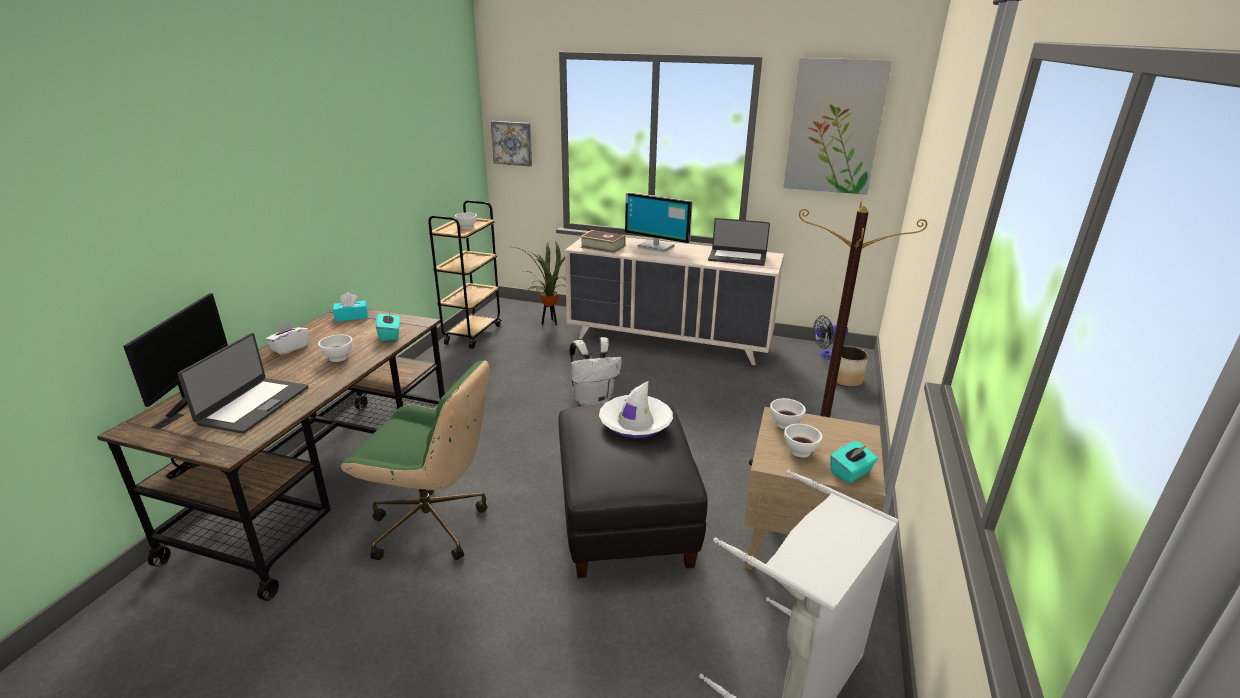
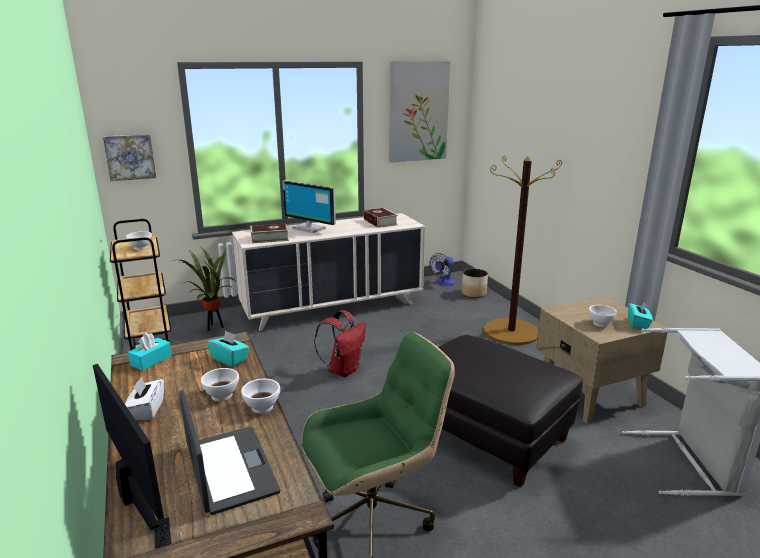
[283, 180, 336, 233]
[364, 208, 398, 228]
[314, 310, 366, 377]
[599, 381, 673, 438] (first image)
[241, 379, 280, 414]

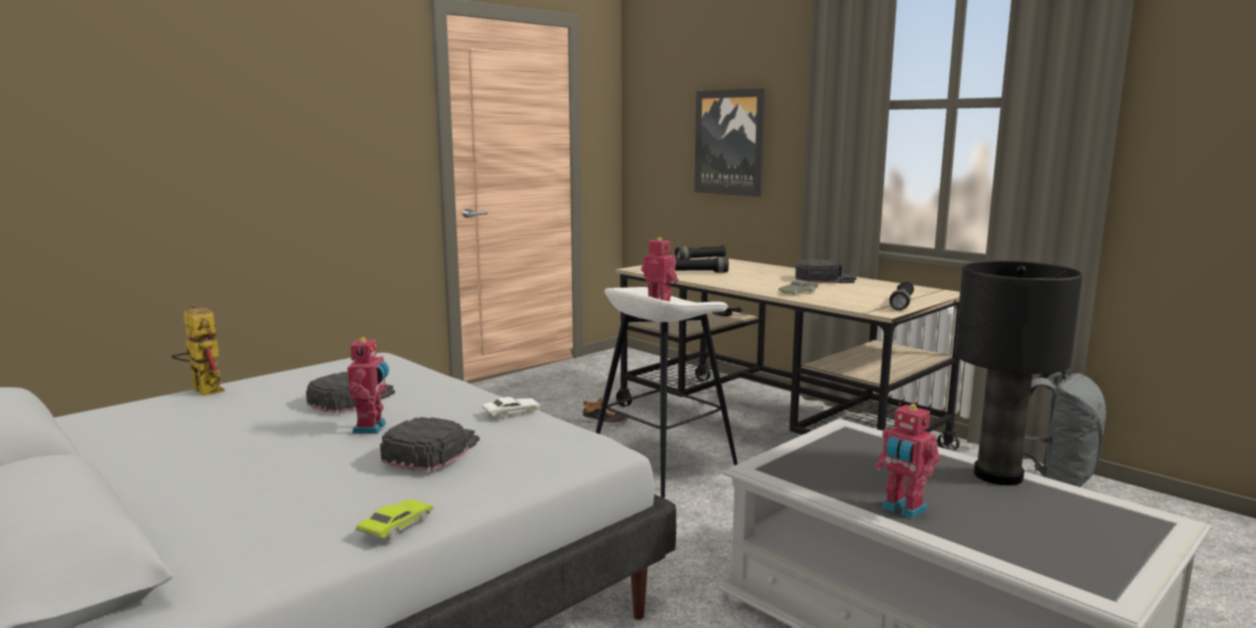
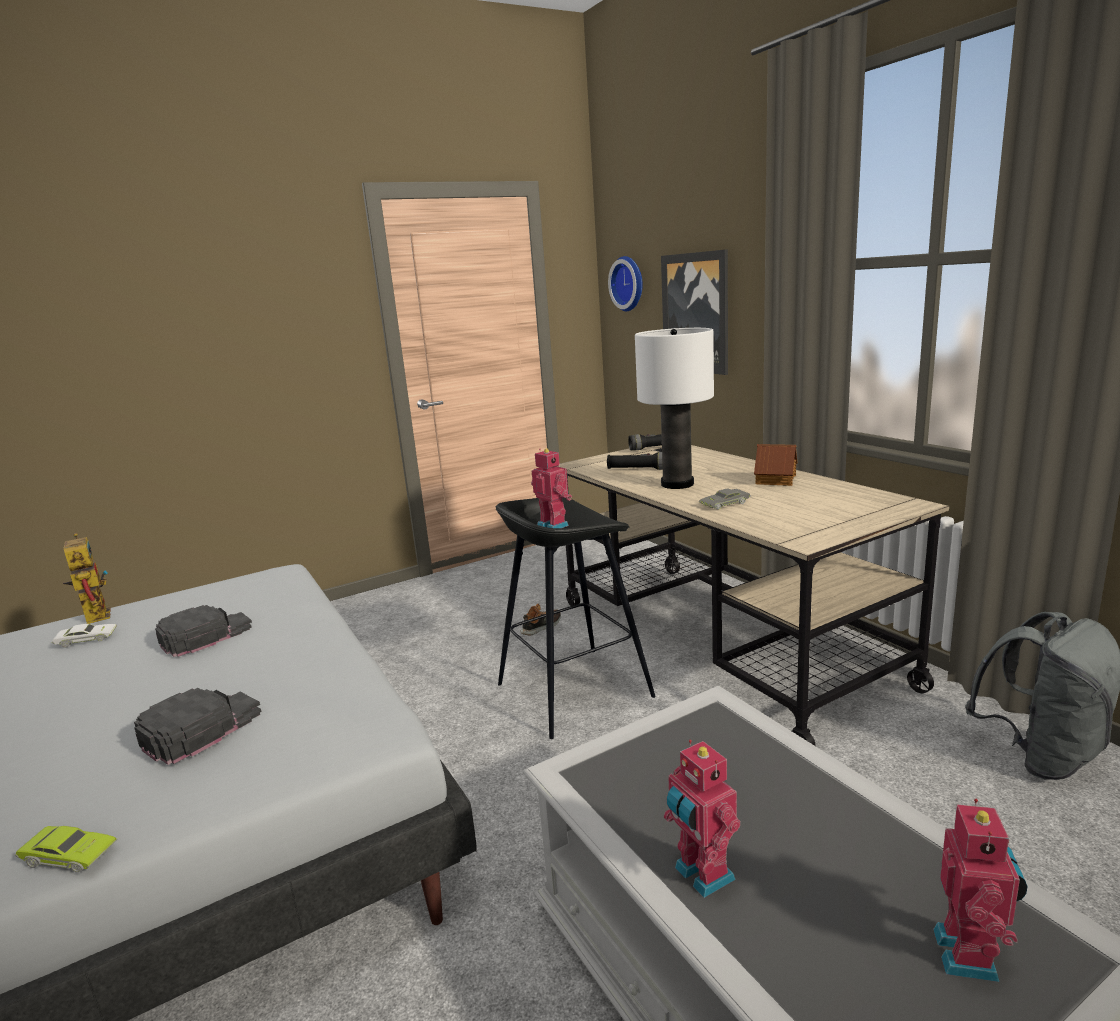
[754, 444, 797, 486]
[954, 261, 1083, 485] (first image)
[889, 282, 914, 310] (first image)
[495, 498, 656, 739]
[933, 799, 1028, 982]
[52, 624, 117, 648]
[520, 604, 561, 635]
[15, 826, 118, 873]
[608, 256, 643, 311]
[635, 328, 714, 489]

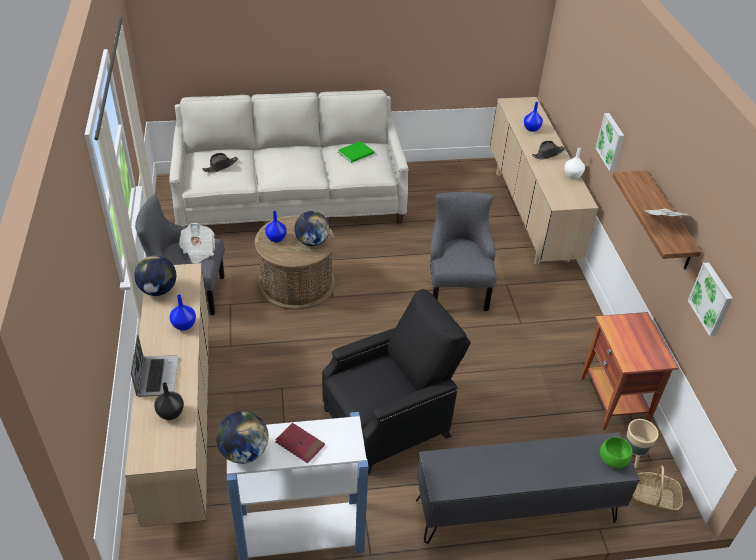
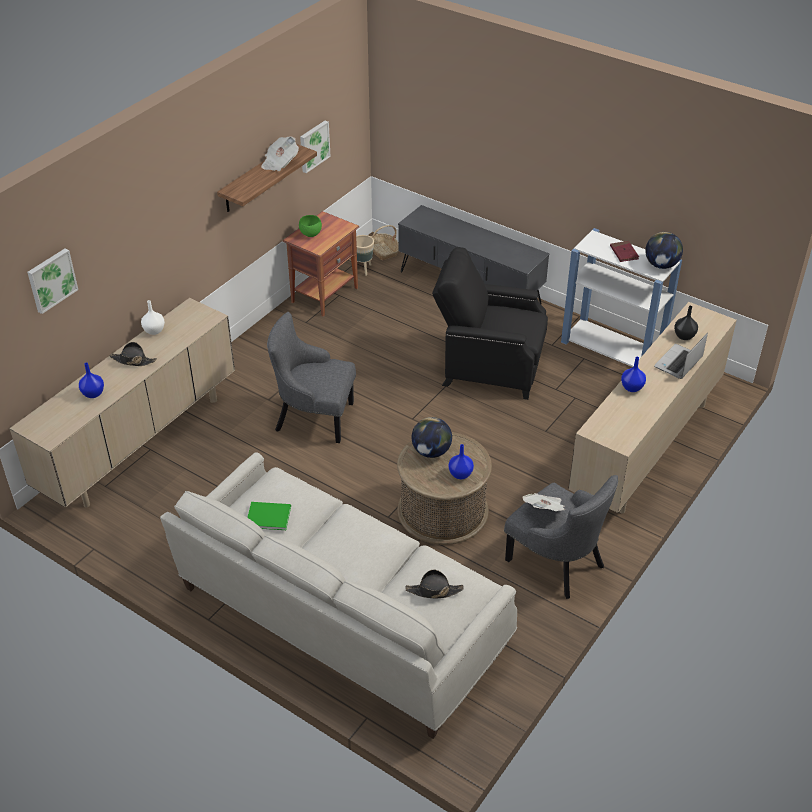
[27, 248, 78, 314]
[267, 312, 356, 443]
[134, 255, 176, 296] (first image)
[299, 215, 322, 237]

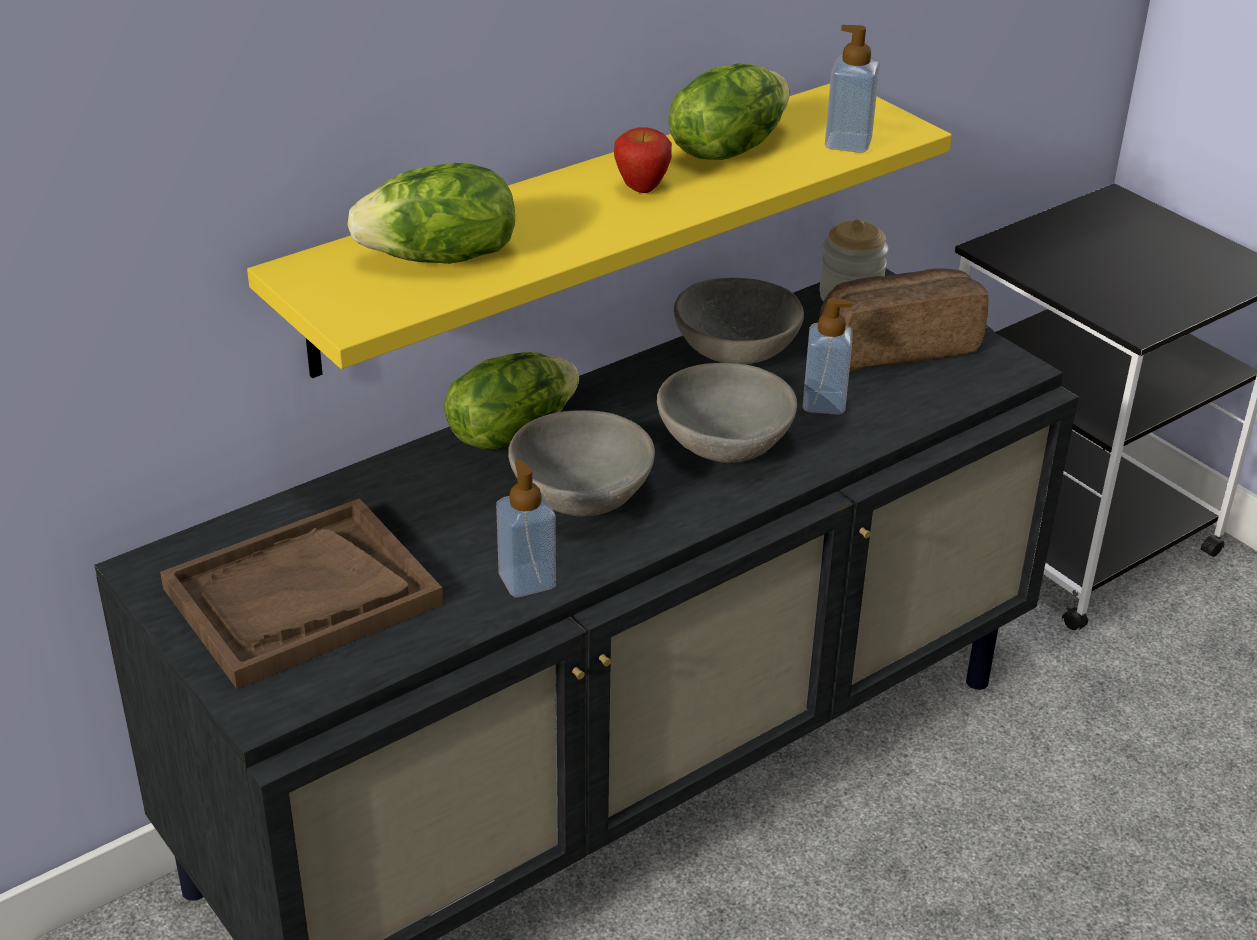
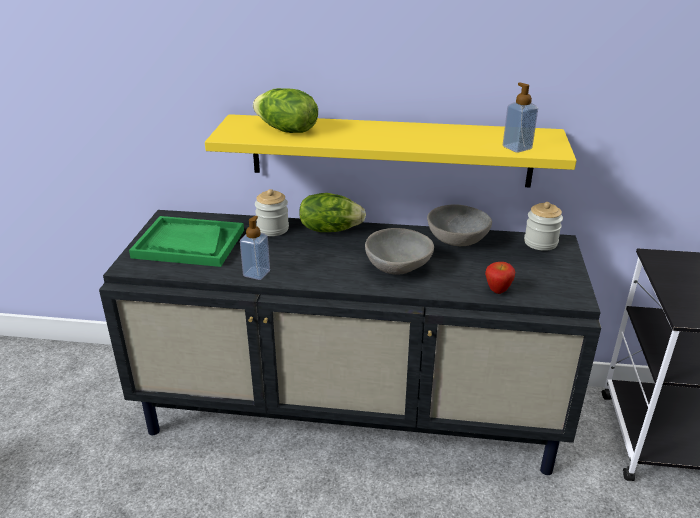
[668, 63, 790, 160] (first image)
[485, 262, 515, 294]
[819, 268, 988, 371] (first image)
[803, 298, 853, 415] (first image)
[508, 410, 655, 517] (first image)
[129, 216, 244, 267]
[255, 189, 289, 236]

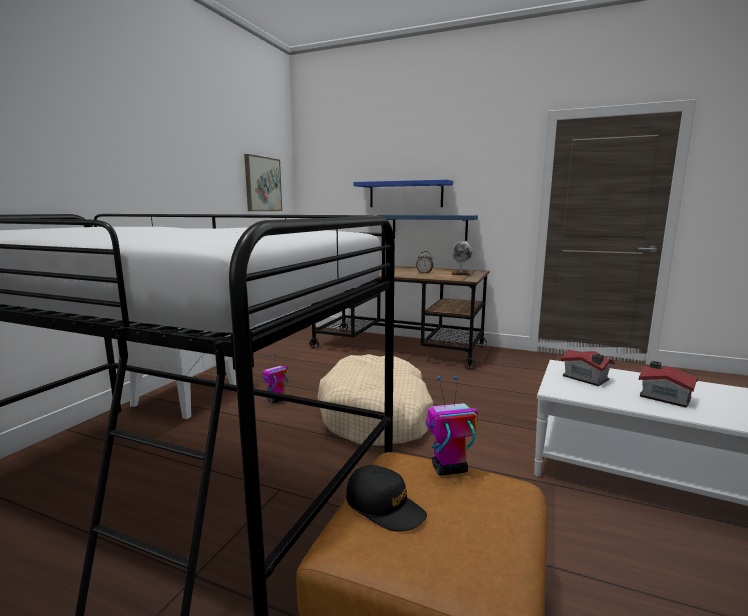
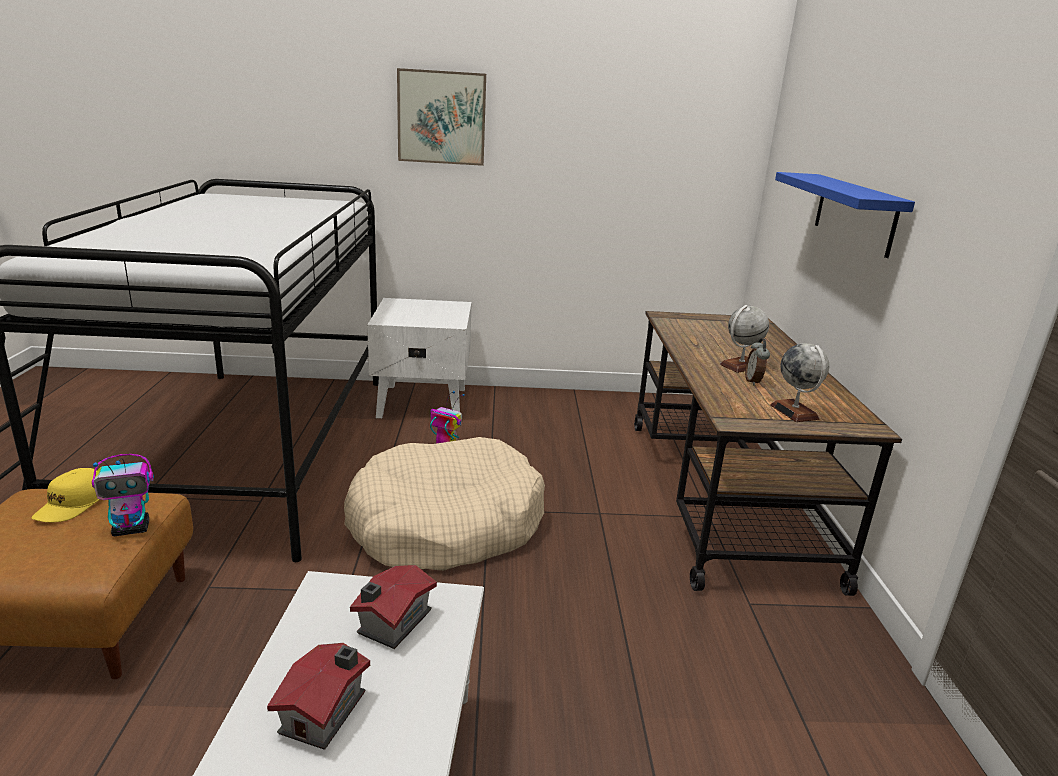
[397, 68, 486, 166]
[377, 215, 478, 241] (first image)
[92, 454, 154, 536]
[32, 468, 100, 522]
[720, 305, 769, 373]

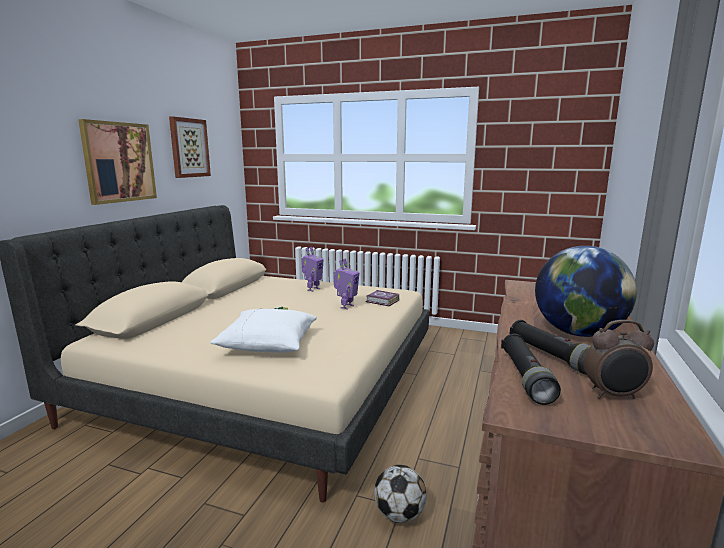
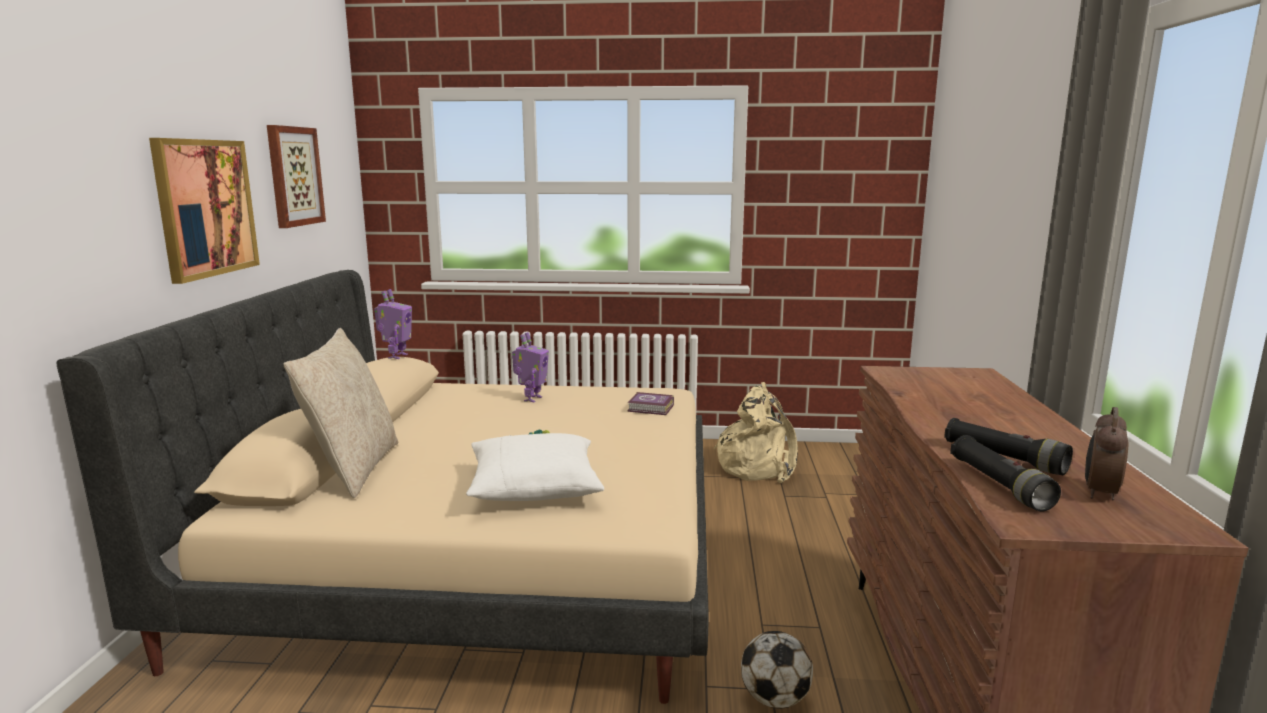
[535, 246, 637, 337] (first image)
[374, 289, 412, 359]
[1085, 407, 1128, 500]
[284, 328, 398, 498]
[714, 382, 798, 483]

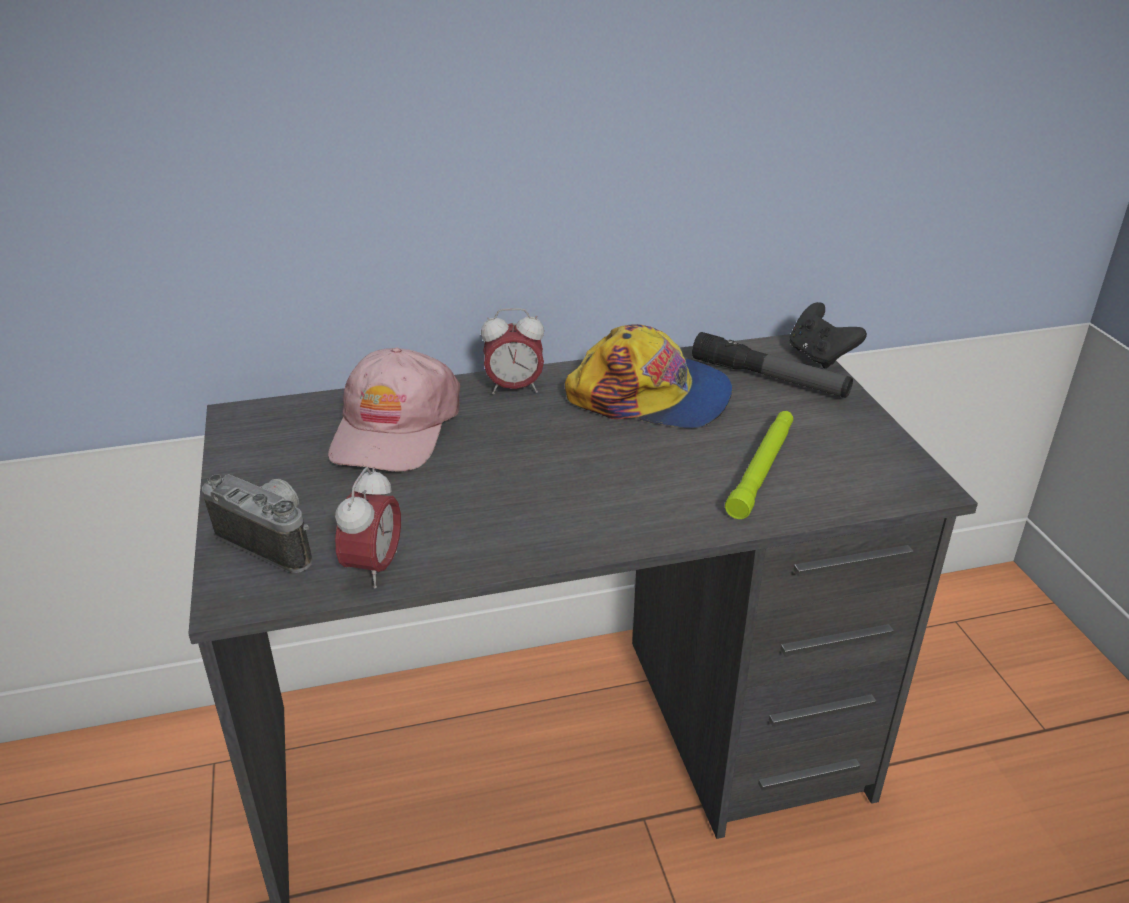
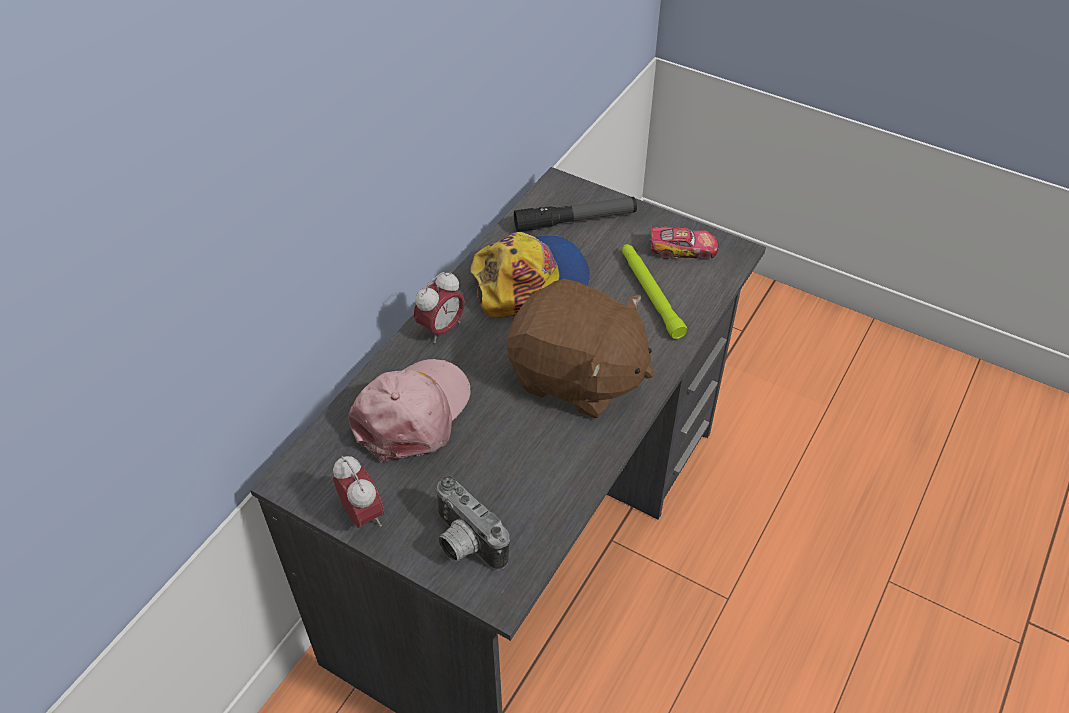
[790, 302, 867, 369] (first image)
[348, 359, 471, 462]
[333, 456, 384, 528]
[434, 476, 510, 571]
[651, 225, 719, 260]
[507, 279, 655, 418]

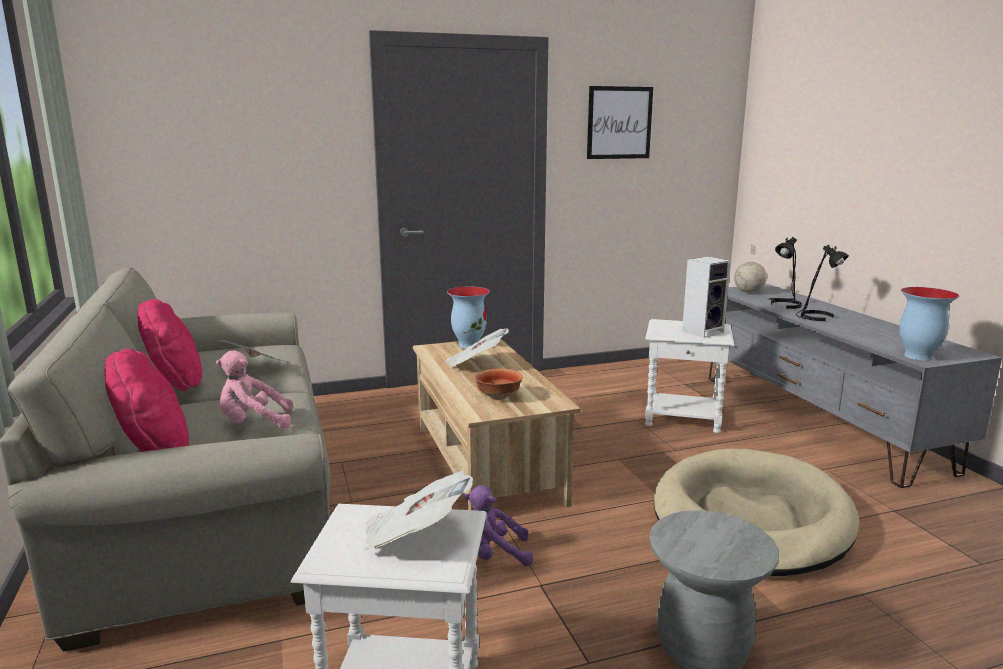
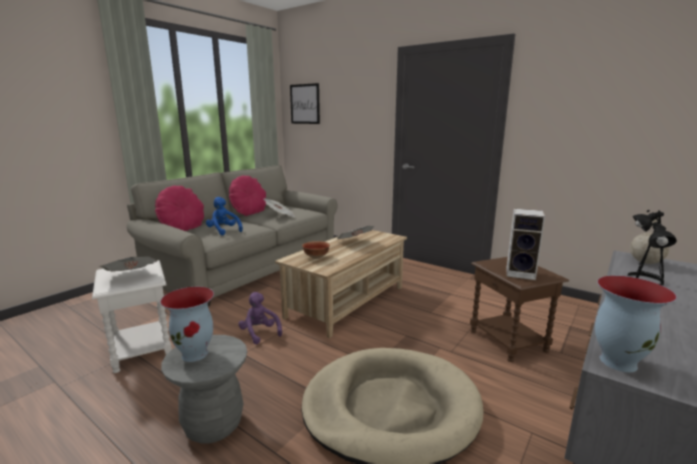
[290, 83, 320, 124]
[160, 287, 214, 362]
[470, 257, 569, 362]
[206, 197, 243, 235]

